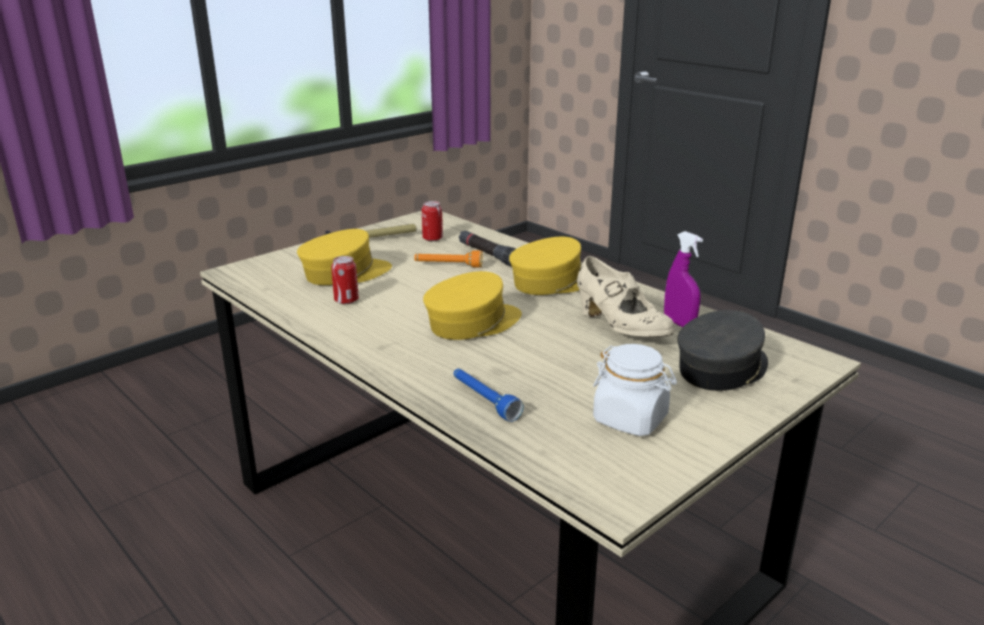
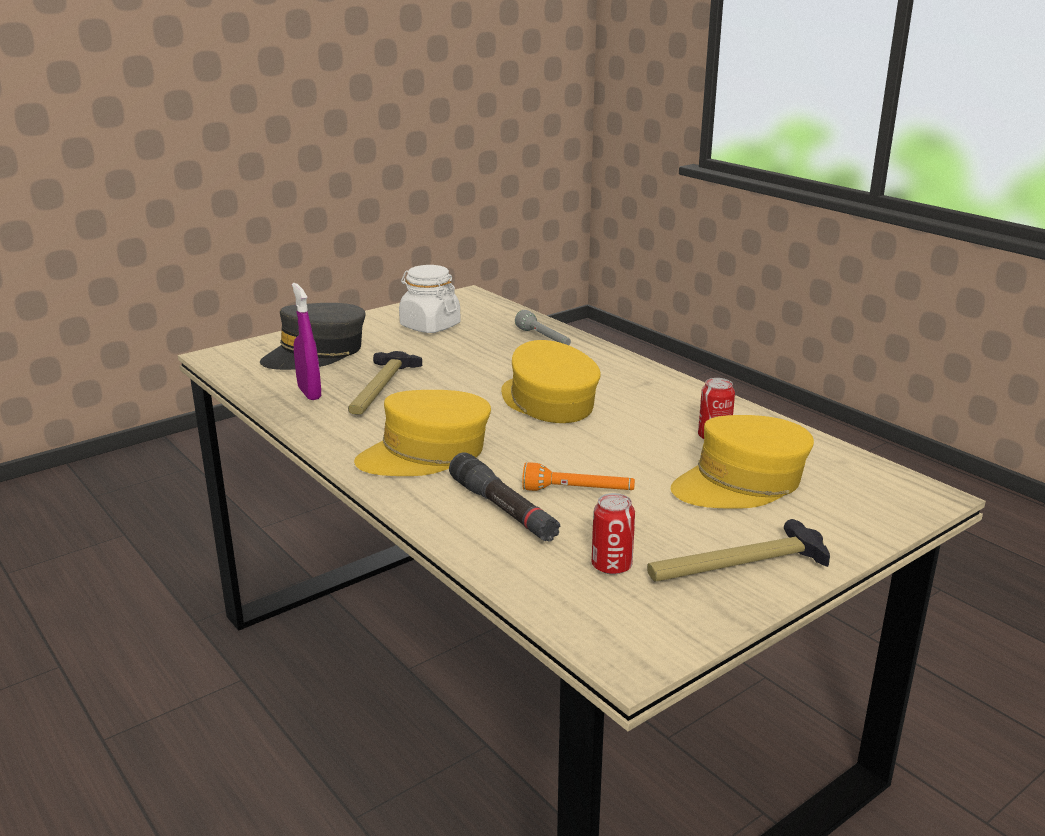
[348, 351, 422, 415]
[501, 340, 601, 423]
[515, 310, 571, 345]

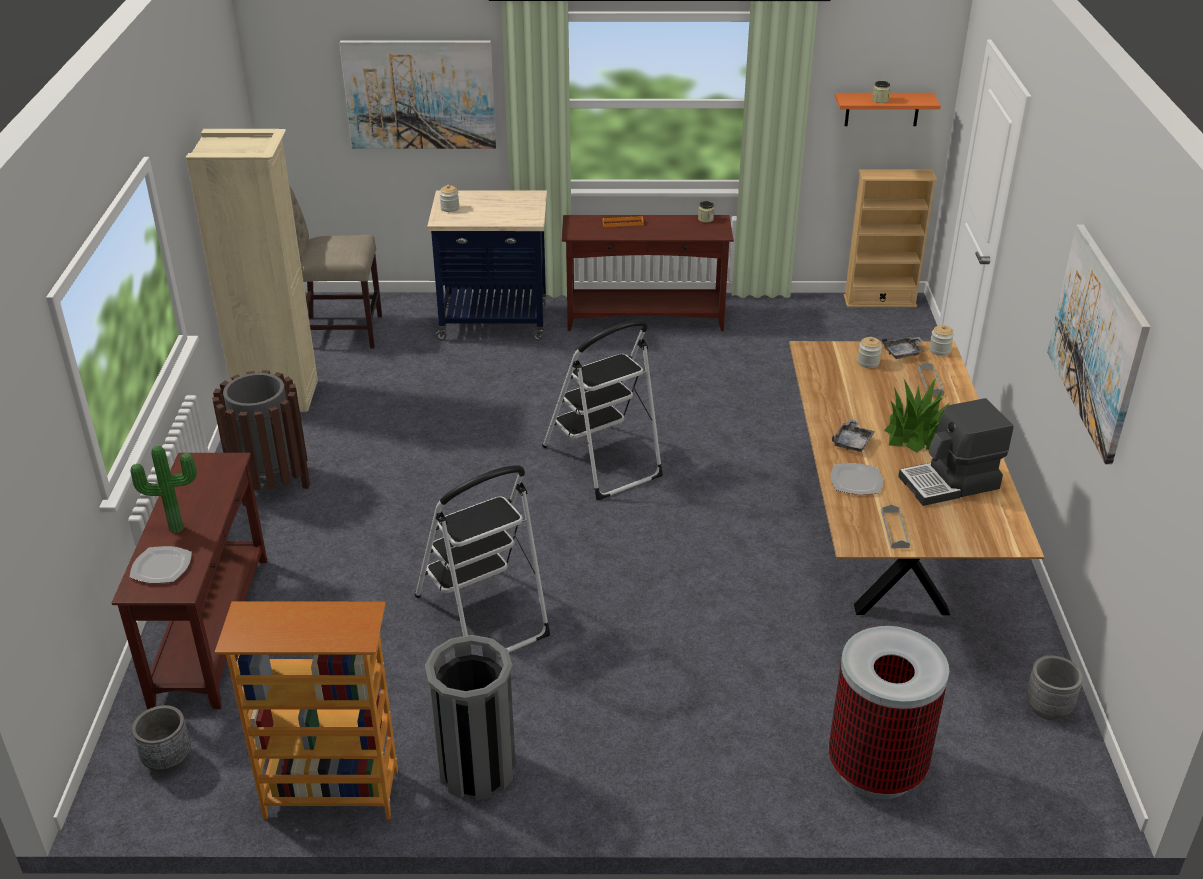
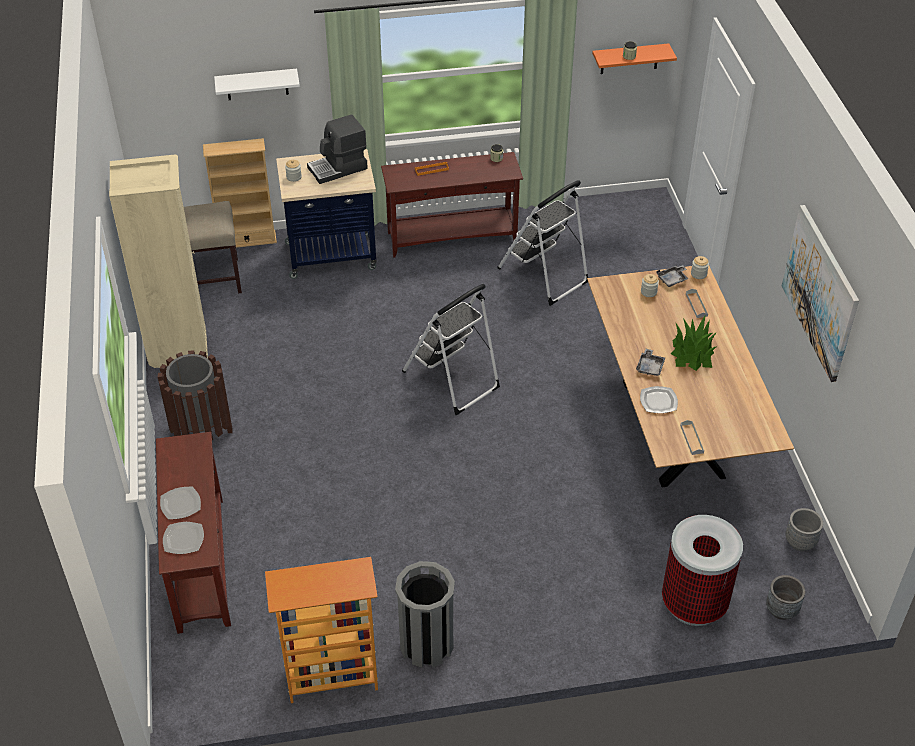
[214, 69, 300, 100]
[203, 138, 277, 249]
[307, 115, 368, 184]
[160, 486, 201, 519]
[497, 180, 588, 306]
[766, 575, 805, 620]

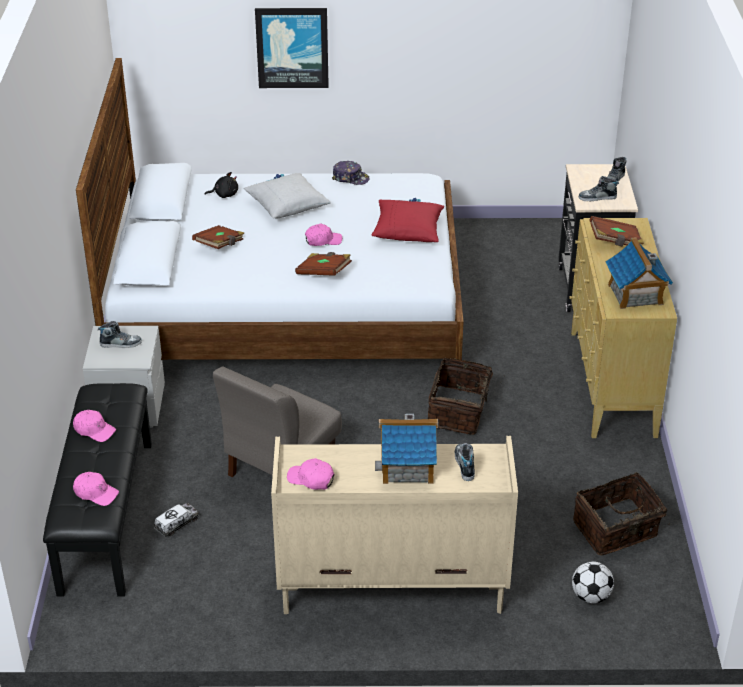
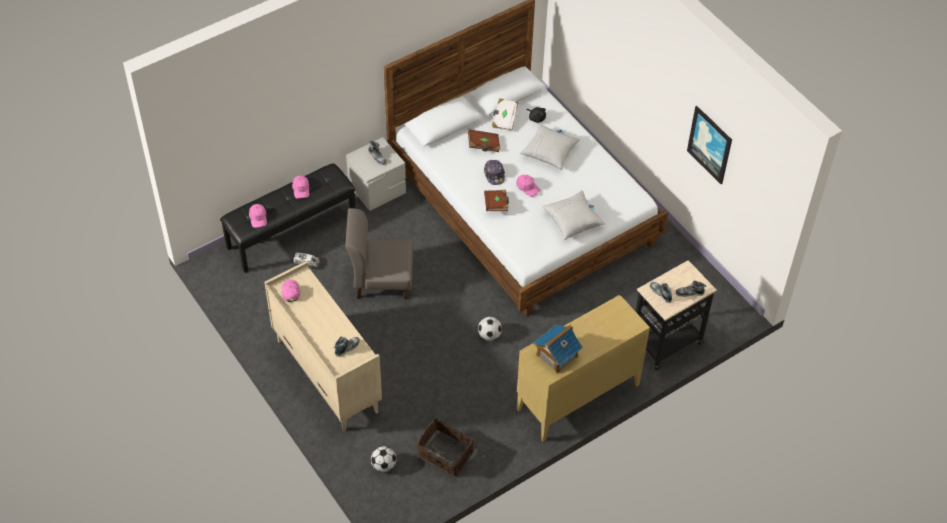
[687, 106, 732, 184]
[484, 160, 505, 185]
[542, 190, 605, 240]
[589, 216, 644, 246] (first image)
[478, 317, 502, 341]
[375, 414, 438, 484] (first image)
[492, 98, 519, 131]

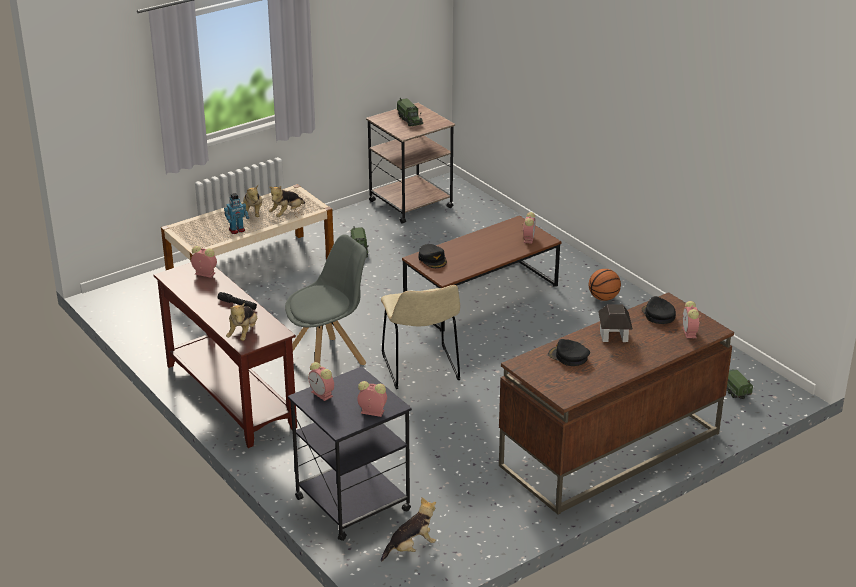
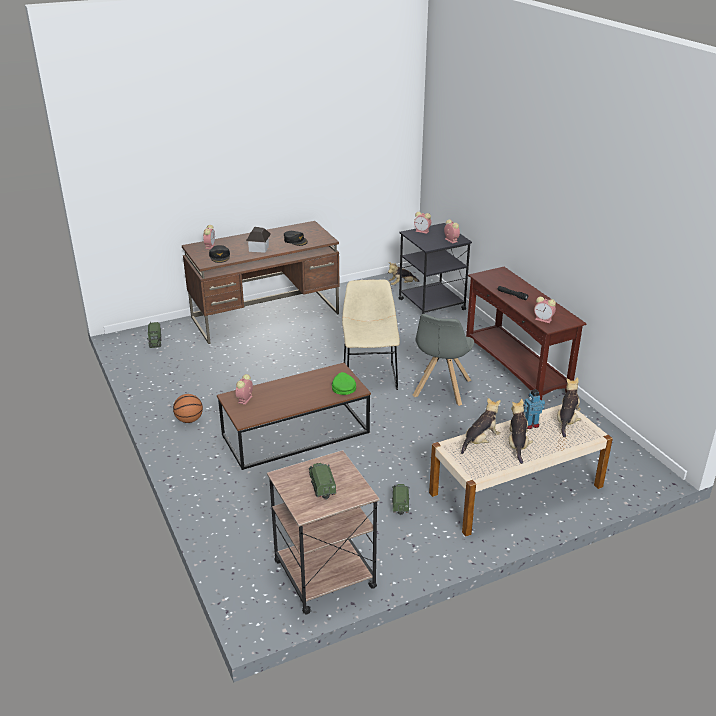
[412, 314, 474, 406]
[332, 372, 356, 395]
[557, 377, 581, 438]

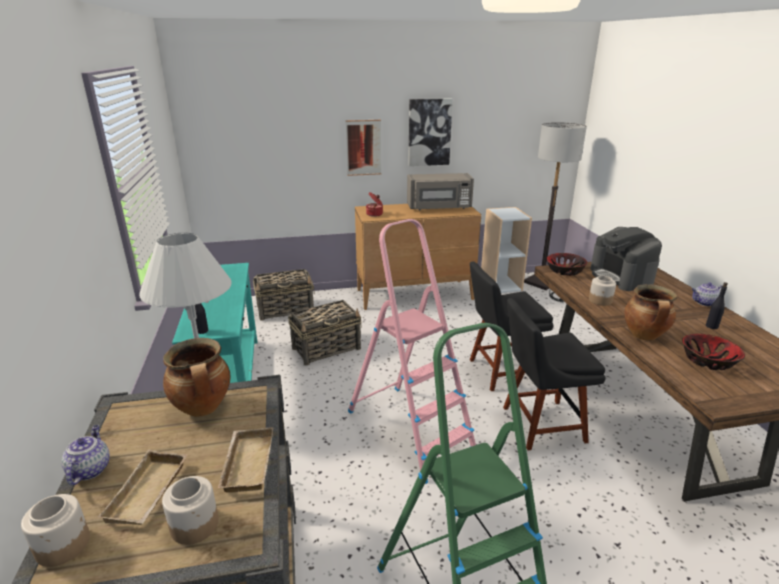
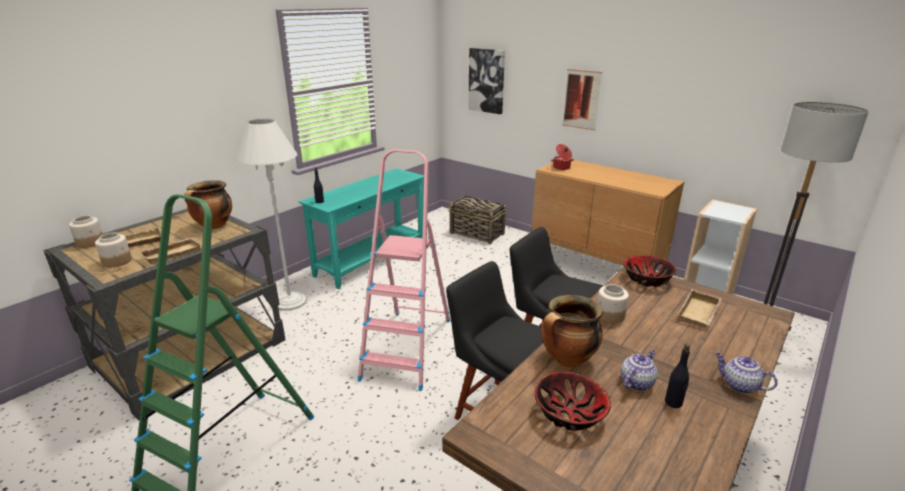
[468, 48, 505, 114]
[407, 173, 474, 210] (first image)
[677, 289, 722, 327]
[288, 300, 362, 365] (first image)
[621, 350, 658, 391]

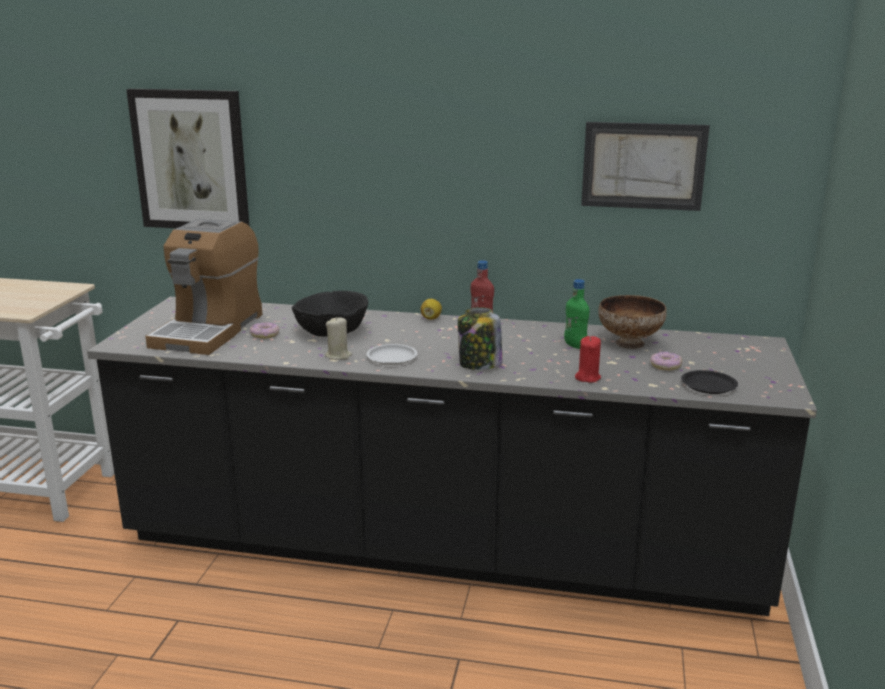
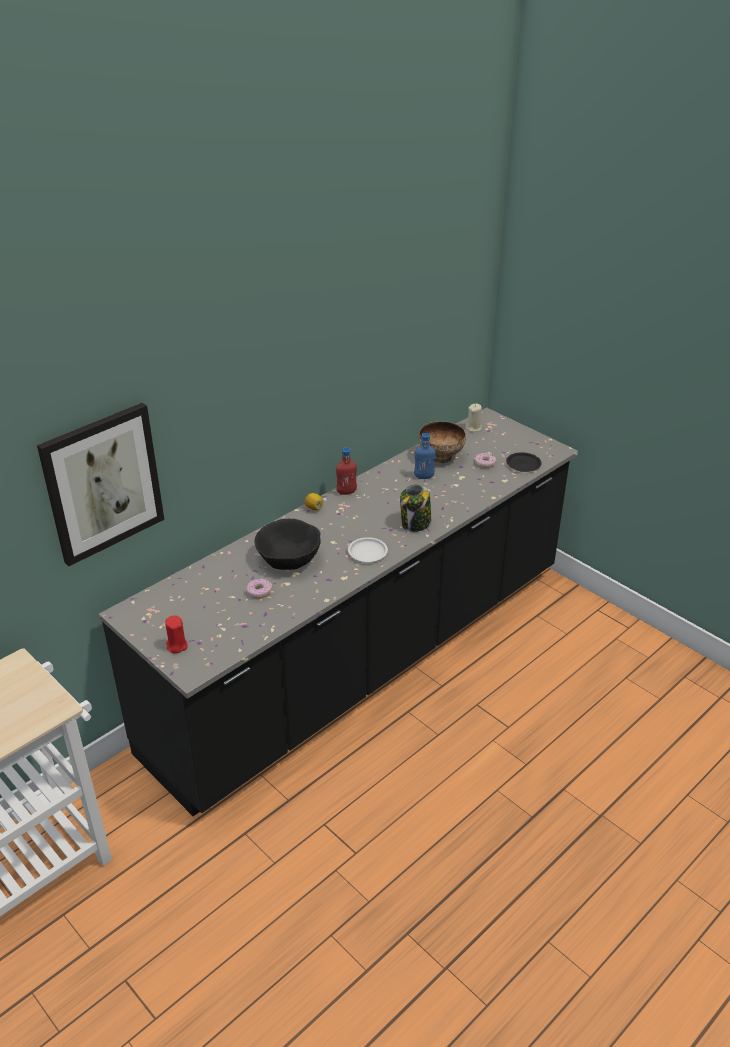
[581, 122, 710, 211] (first image)
[145, 219, 262, 355] (first image)
[414, 433, 436, 479]
[465, 403, 482, 432]
[165, 615, 188, 653]

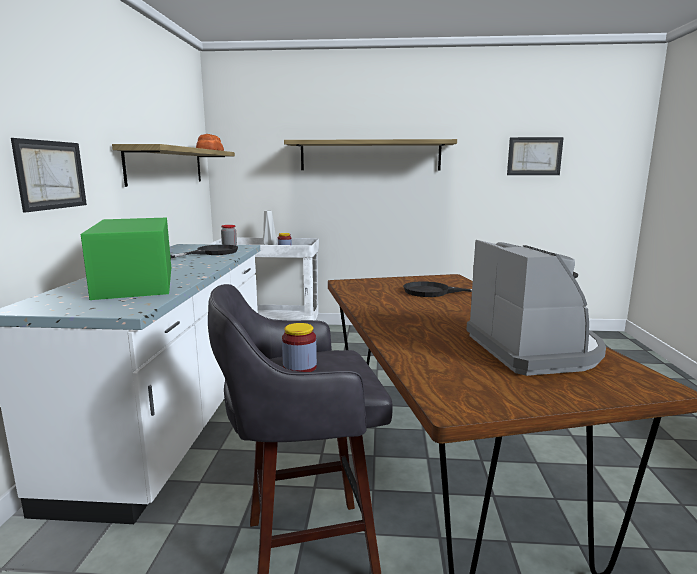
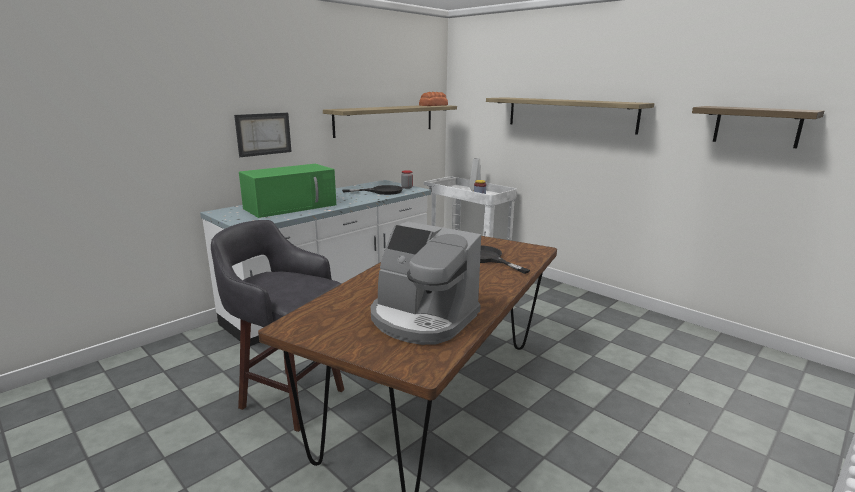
[692, 106, 824, 149]
[239, 164, 336, 218]
[371, 221, 481, 345]
[282, 323, 317, 372] (first image)

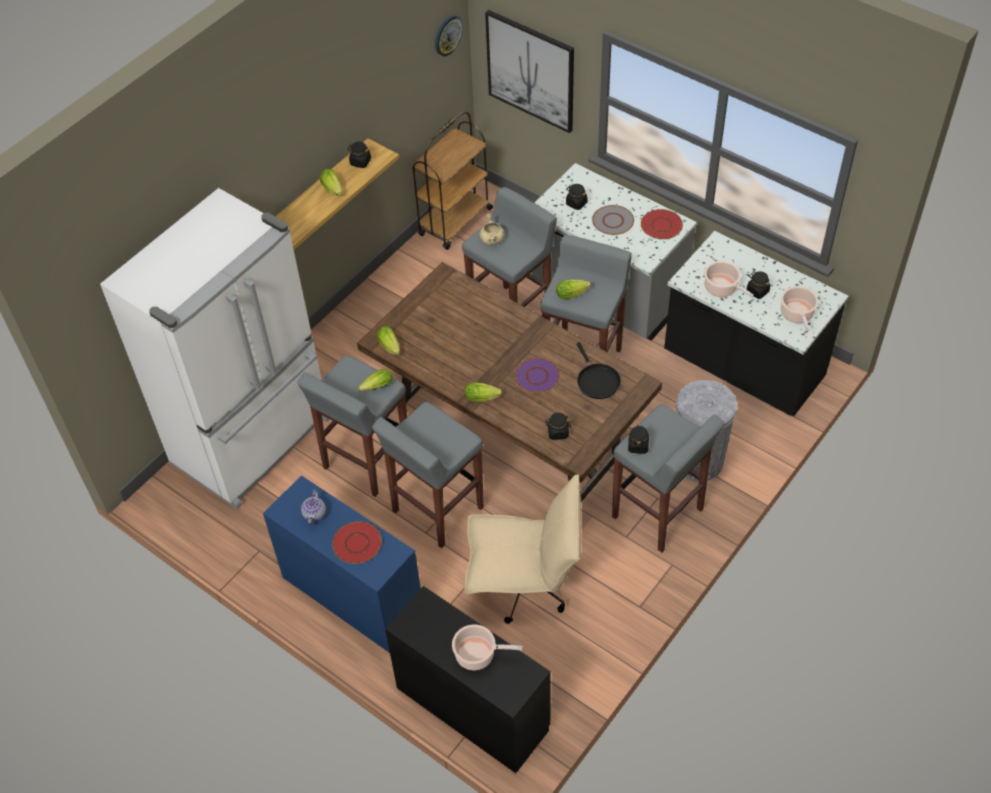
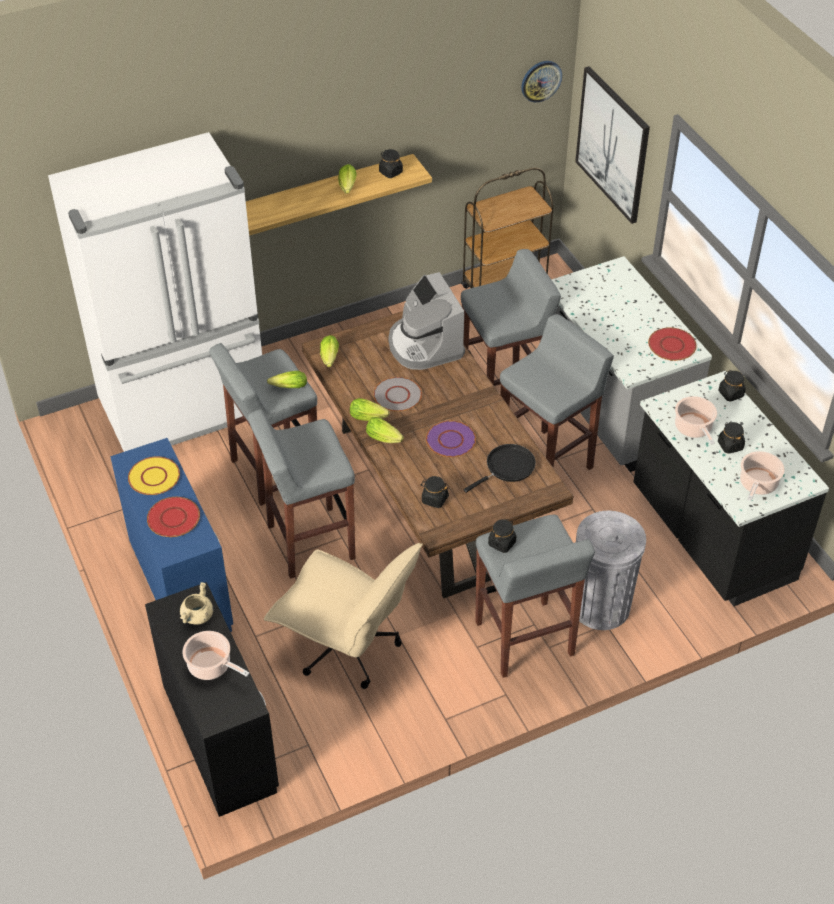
[718, 370, 746, 402]
[373, 377, 422, 412]
[180, 582, 213, 625]
[350, 398, 390, 421]
[463, 444, 536, 493]
[128, 456, 180, 495]
[388, 272, 465, 370]

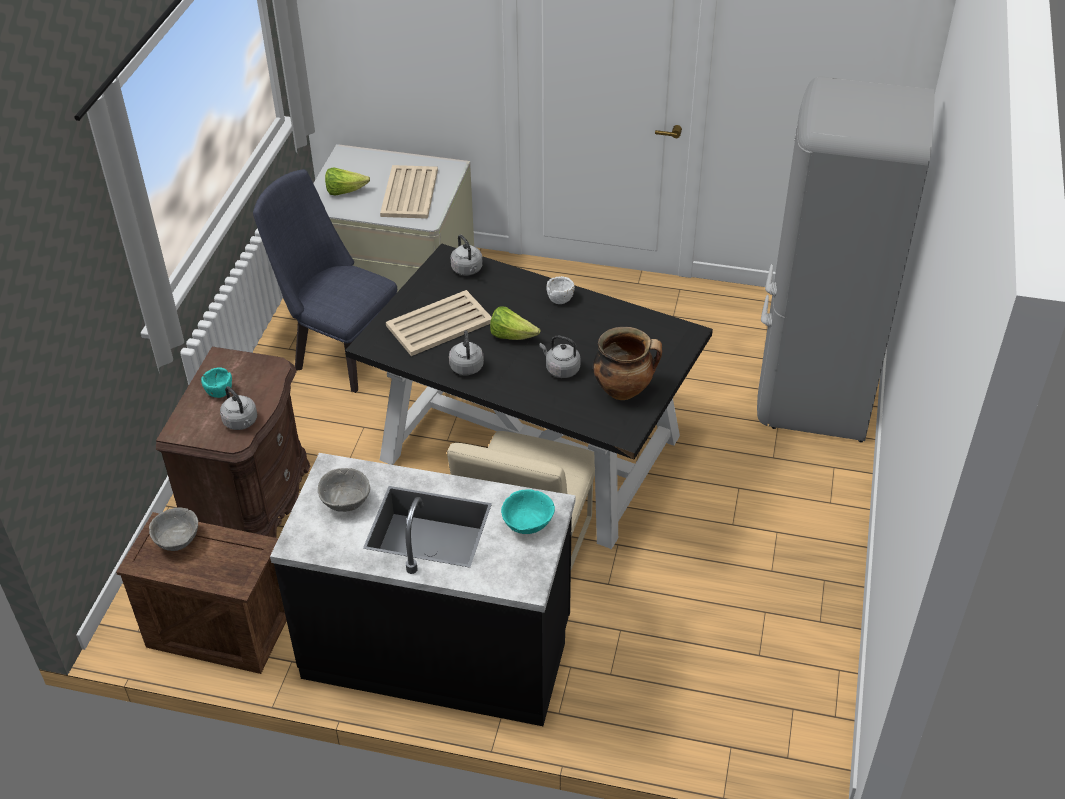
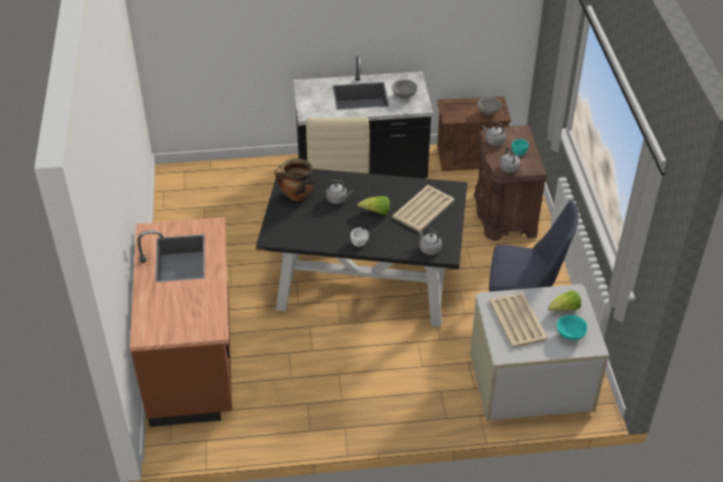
[130, 217, 232, 427]
[500, 147, 520, 173]
[557, 315, 587, 340]

